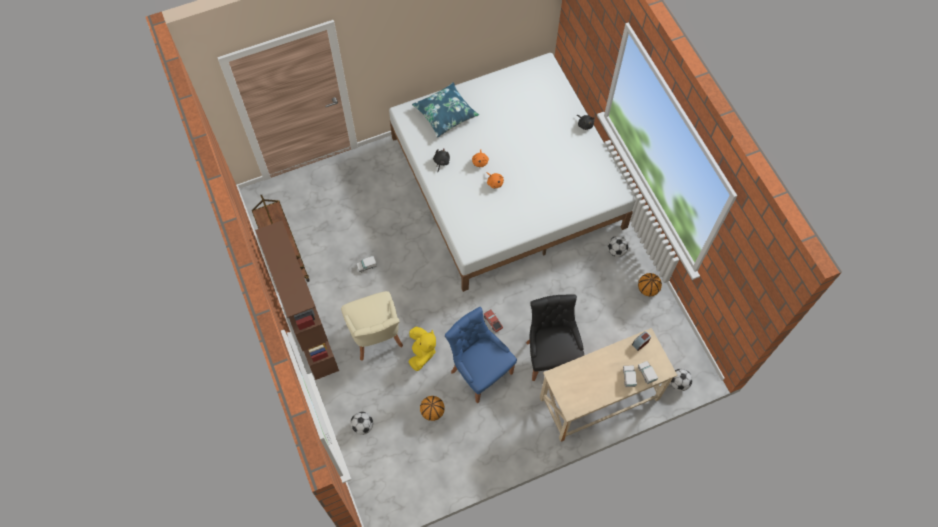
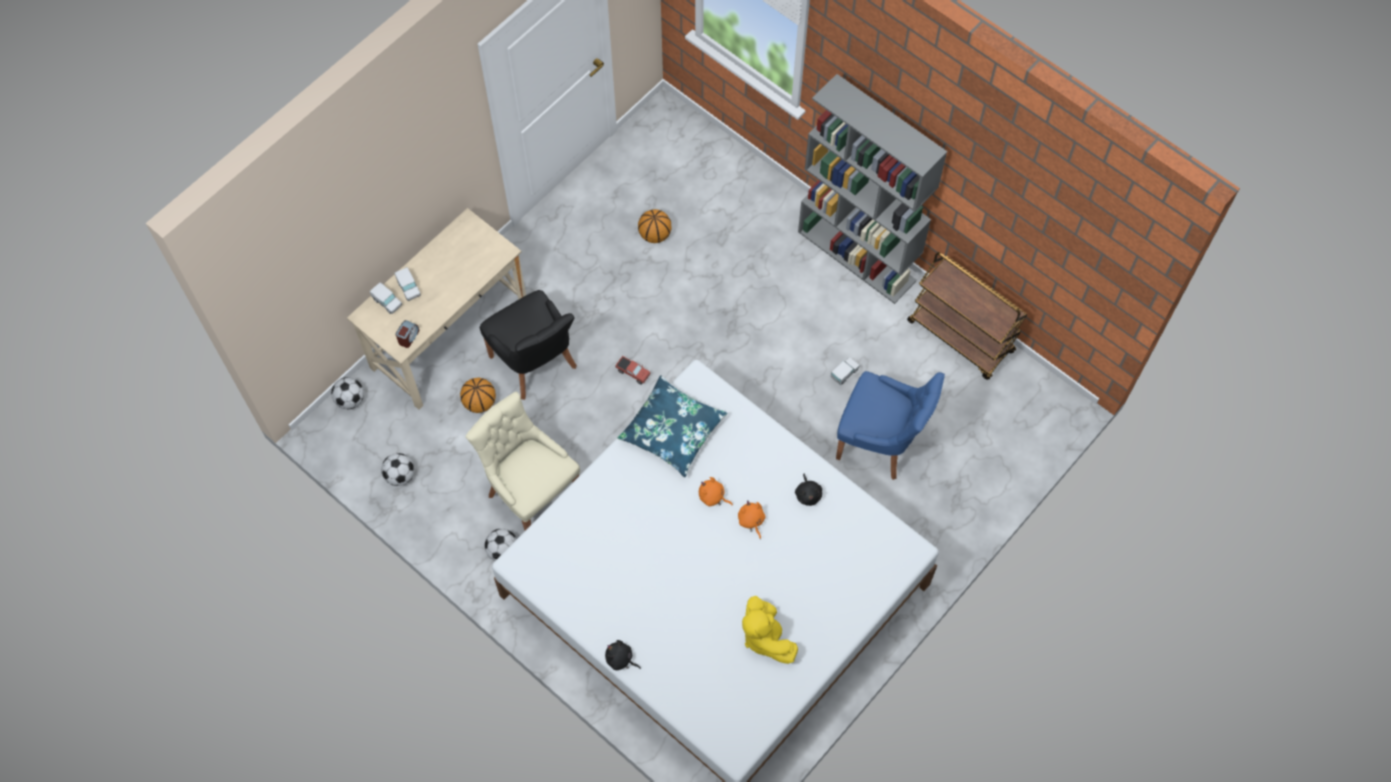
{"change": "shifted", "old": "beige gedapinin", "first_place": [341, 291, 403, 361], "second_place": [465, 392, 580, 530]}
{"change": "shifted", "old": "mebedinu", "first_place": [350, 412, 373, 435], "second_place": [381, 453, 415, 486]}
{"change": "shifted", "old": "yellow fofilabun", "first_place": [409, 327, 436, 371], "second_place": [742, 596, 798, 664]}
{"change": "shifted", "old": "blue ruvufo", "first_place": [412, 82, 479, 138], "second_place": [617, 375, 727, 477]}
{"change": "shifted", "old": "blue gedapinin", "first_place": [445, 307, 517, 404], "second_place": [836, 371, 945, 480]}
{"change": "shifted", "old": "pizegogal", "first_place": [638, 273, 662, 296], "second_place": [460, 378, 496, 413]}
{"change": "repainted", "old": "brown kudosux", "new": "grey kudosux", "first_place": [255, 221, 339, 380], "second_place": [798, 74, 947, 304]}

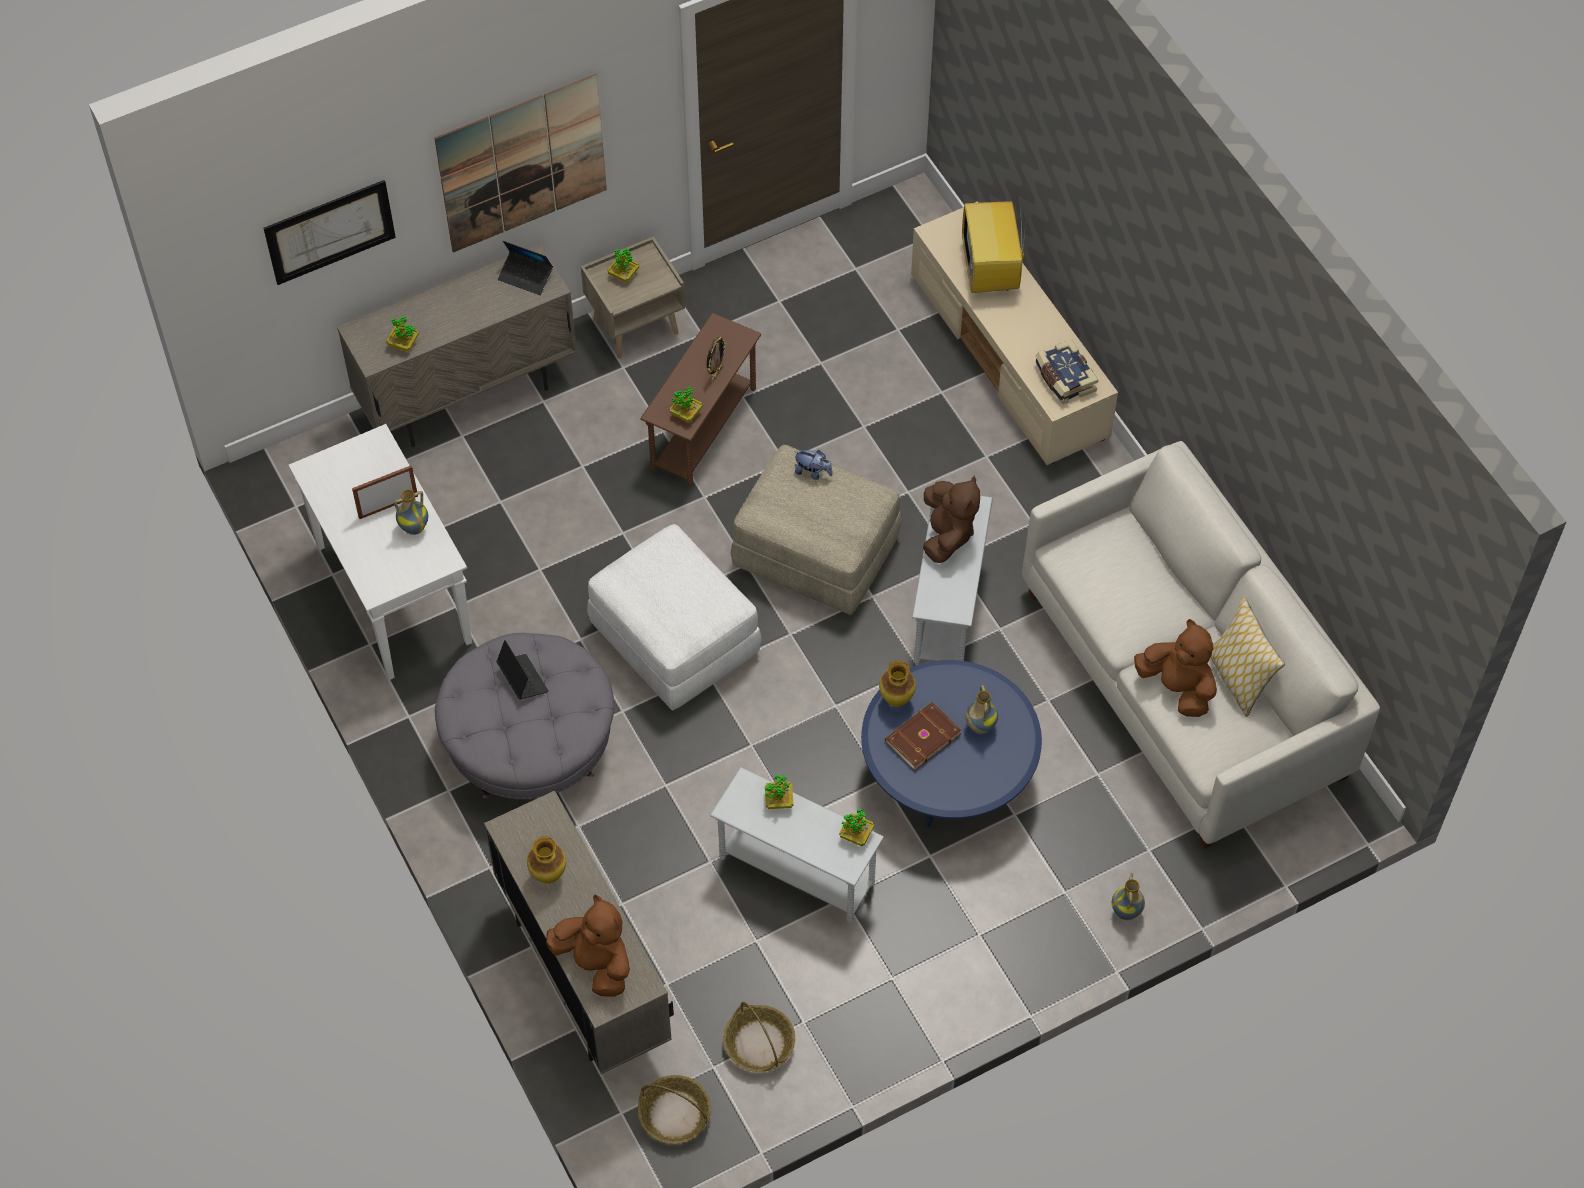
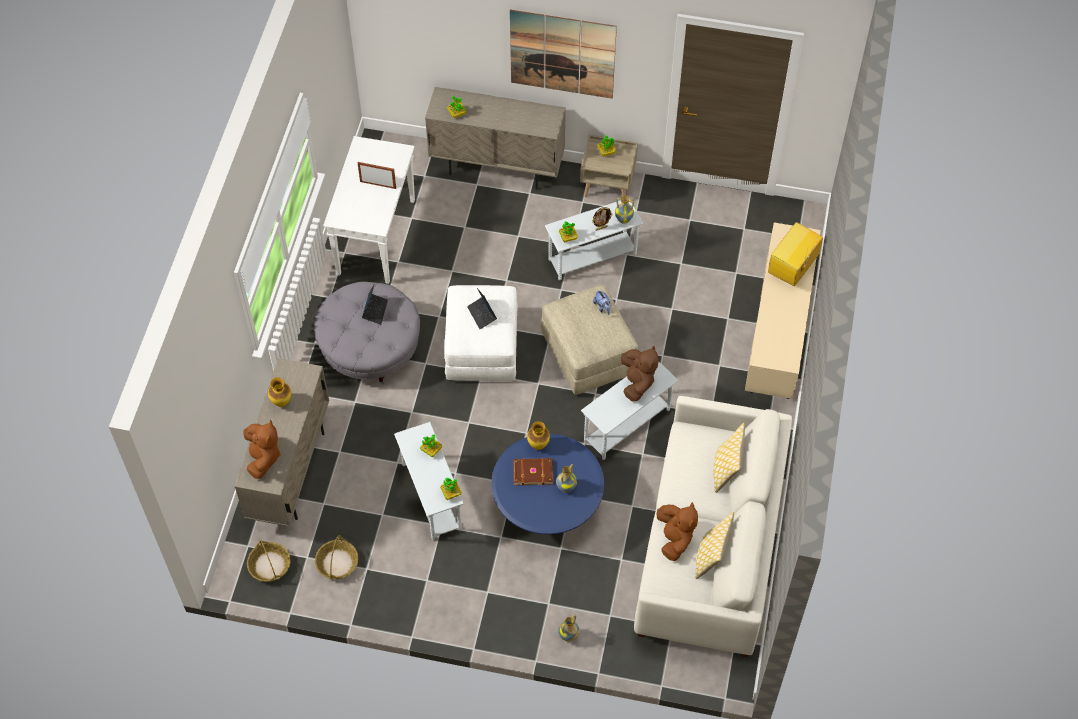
{"change": "gone", "old": "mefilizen", "first_place": [263, 180, 396, 285]}
{"change": "gone", "old": "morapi", "first_place": [1035, 339, 1098, 404]}
{"change": "new", "new": "ruvufo", "second_place": [713, 423, 745, 493]}
{"change": "shifted", "old": "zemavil", "first_place": [394, 489, 428, 535], "second_place": [615, 196, 634, 224]}
{"change": "shifted", "old": "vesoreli", "first_place": [498, 241, 553, 295], "second_place": [467, 288, 497, 329]}
{"change": "repainted", "old": "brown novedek", "new": "white novedek", "first_place": [640, 313, 761, 486], "second_place": [545, 199, 643, 281]}
{"change": "rotated", "old": "brown fofilabun", "first_place": [923, 476, 980, 563], "second_place": [621, 346, 658, 402], "degrees": -45}

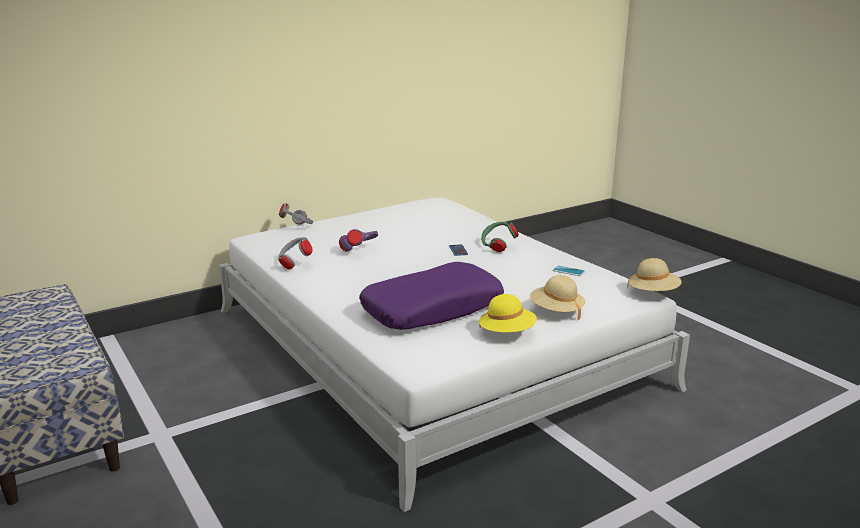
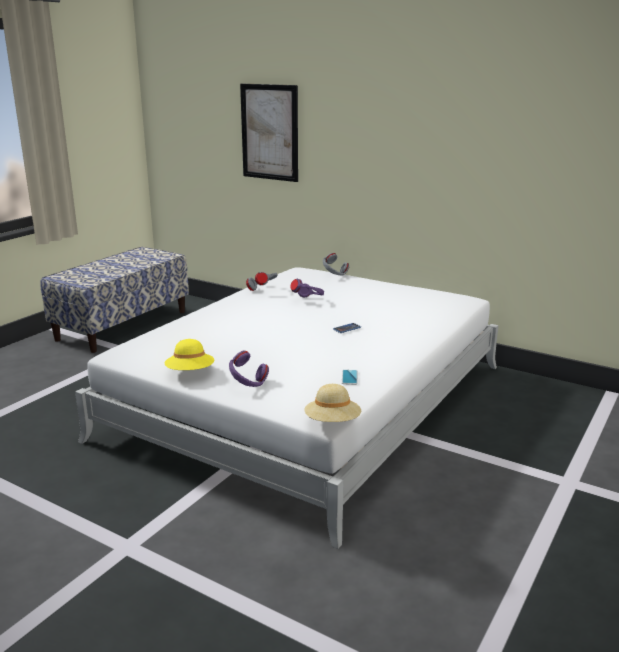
{"change": "gone", "old": "purple ruvufo", "first_place": [359, 262, 504, 330]}
{"change": "gone", "old": "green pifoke", "first_place": [481, 222, 519, 252]}
{"change": "new", "new": "mefilizen", "second_place": [240, 83, 298, 182]}
{"change": "swapped", "old": "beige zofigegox", "new": "purple pifoke", "first_place": [530, 275, 585, 320], "second_place": [229, 351, 269, 387]}

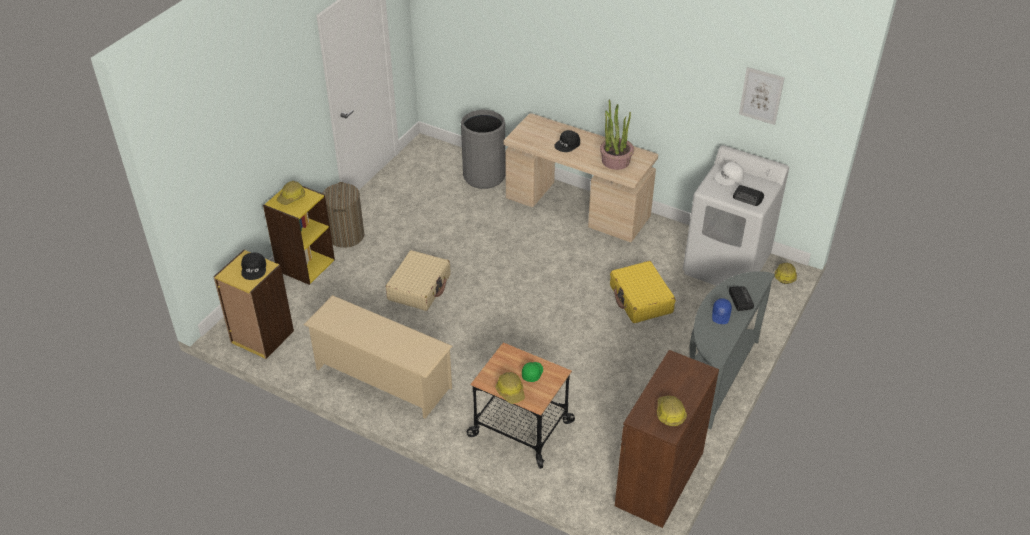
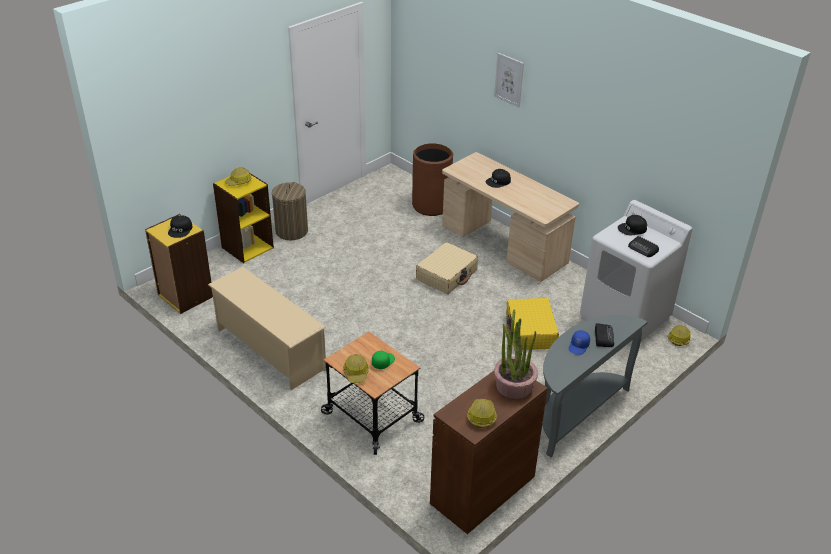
{"change": "shifted", "old": "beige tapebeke", "first_place": [386, 250, 451, 311], "second_place": [416, 242, 478, 294]}
{"change": "shifted", "old": "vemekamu", "first_place": [600, 99, 634, 170], "second_place": [494, 309, 538, 399]}
{"change": "shifted", "old": "mefilizen", "first_place": [739, 67, 784, 125], "second_place": [494, 53, 524, 107]}
{"change": "repainted", "old": "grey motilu", "new": "brown motilu", "first_place": [461, 110, 506, 189], "second_place": [412, 144, 453, 216]}
{"change": "repainted", "old": "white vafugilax", "new": "black vafugilax", "first_place": [715, 162, 744, 185], "second_place": [618, 215, 647, 235]}

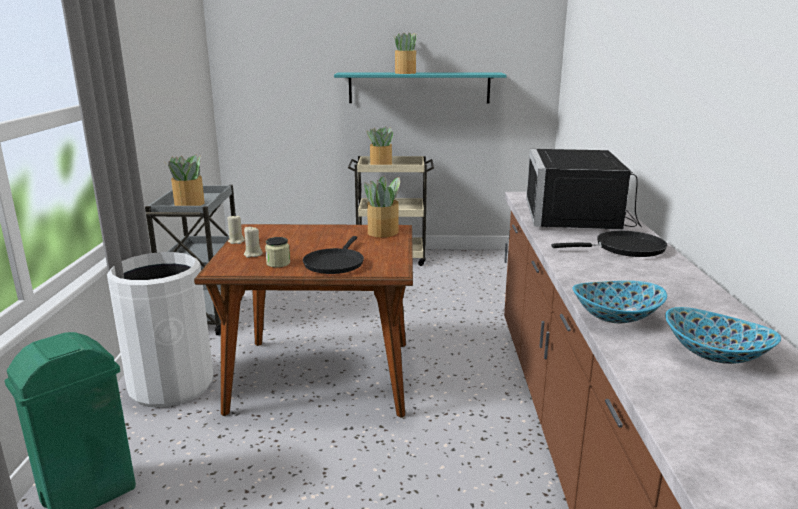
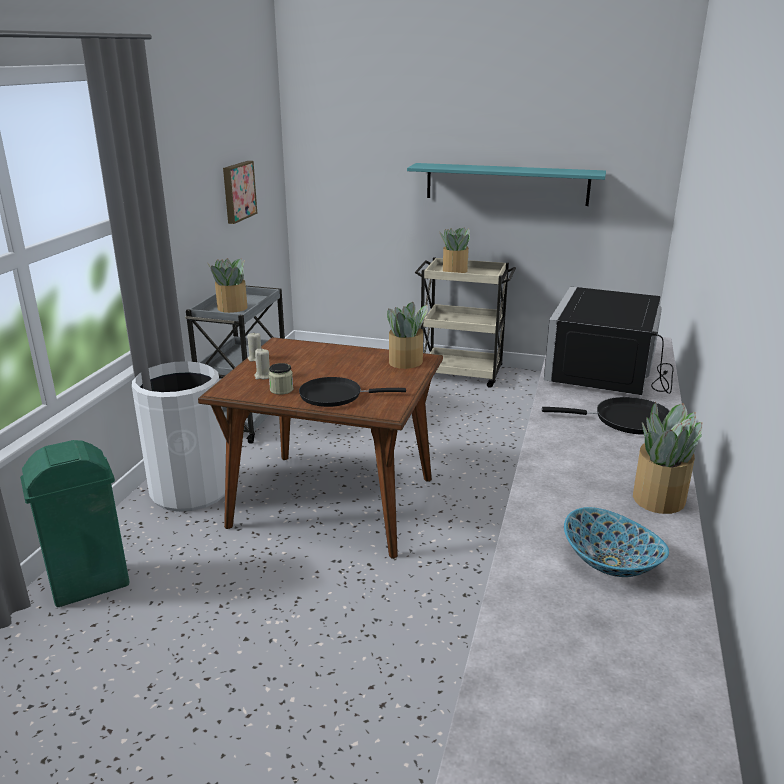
{"change": "gone", "old": "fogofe", "first_place": [573, 281, 667, 323]}
{"change": "new", "new": "mefilizen", "second_place": [223, 161, 257, 224]}
{"change": "shifted", "old": "vemekamu", "first_place": [393, 33, 417, 74], "second_place": [633, 402, 703, 514]}
{"change": "rotated", "old": "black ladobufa", "first_place": [303, 236, 364, 274], "second_place": [299, 377, 406, 407], "degrees": 60}

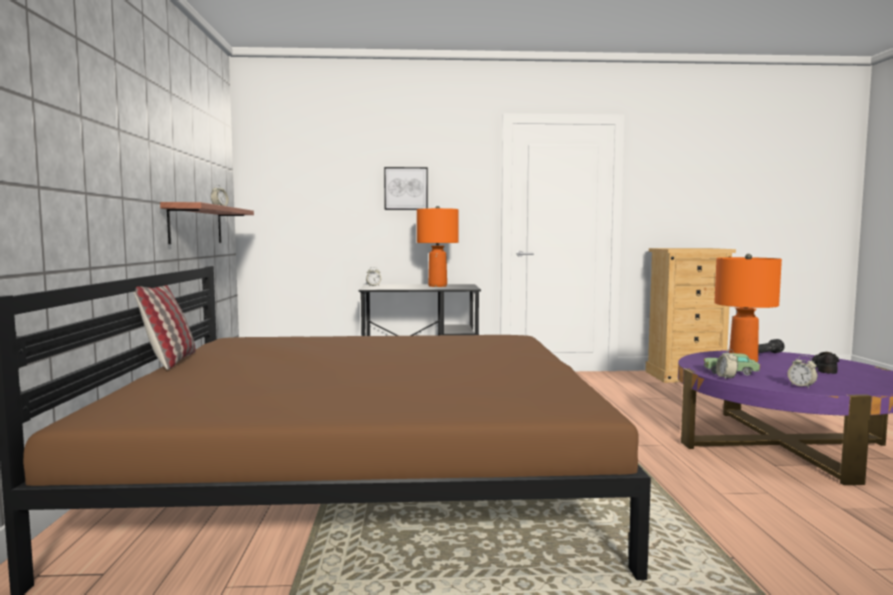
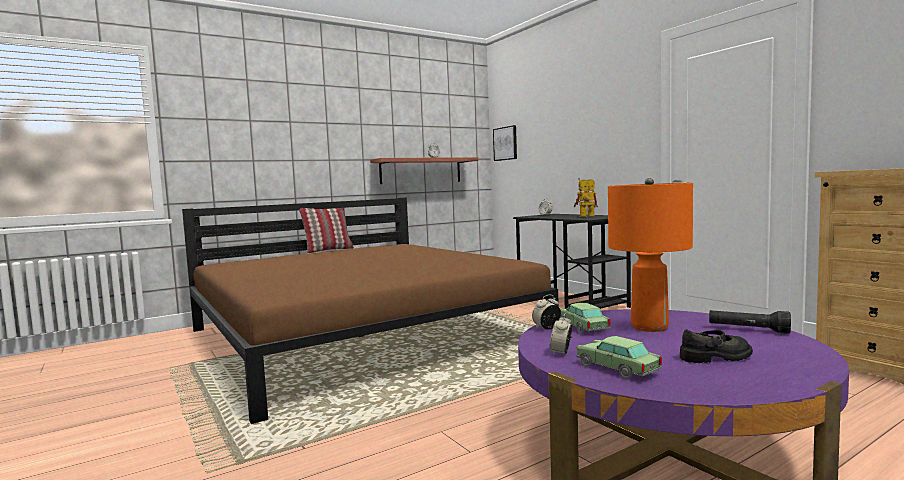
{"change": "new", "new": "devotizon", "second_place": [576, 336, 662, 379]}
{"change": "shifted", "old": "mefilizen", "first_place": [384, 167, 428, 210], "second_place": [493, 125, 517, 161]}
{"change": "swapped", "old": "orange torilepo", "new": "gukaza", "first_place": [417, 206, 459, 287], "second_place": [574, 178, 598, 217]}

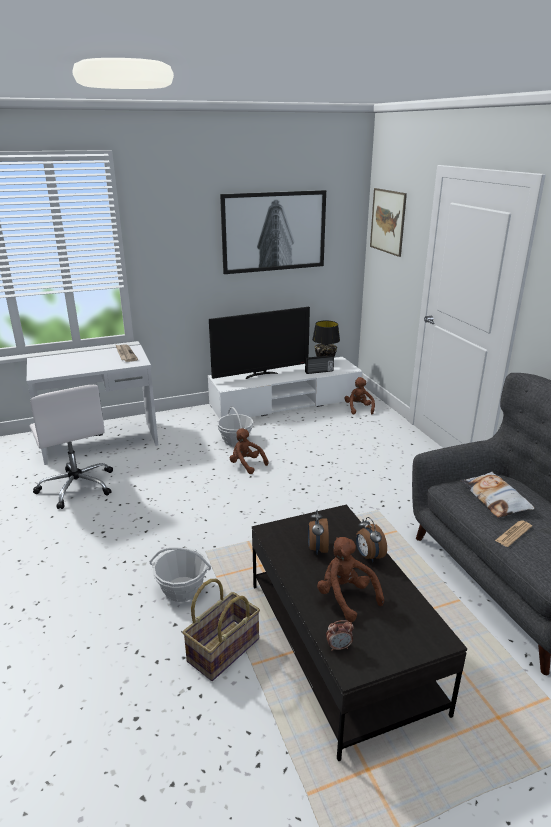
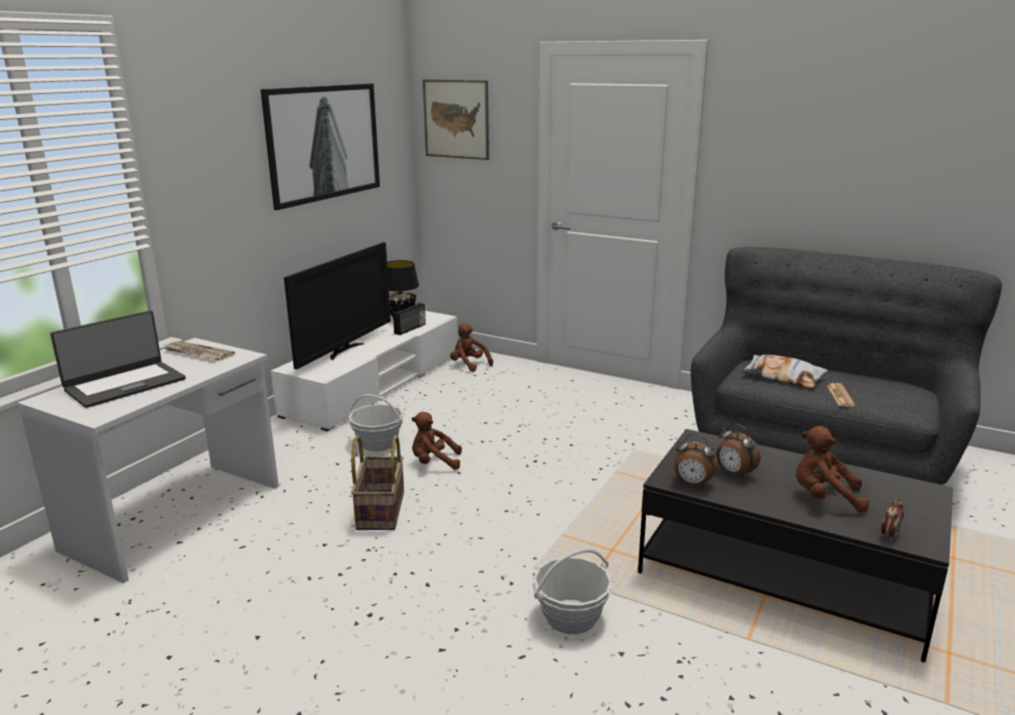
{"change": "gone", "old": "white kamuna", "first_place": [30, 385, 113, 509]}
{"change": "new", "new": "vesoreli", "second_place": [50, 310, 186, 408]}
{"change": "shifted", "old": "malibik", "first_place": [183, 579, 260, 681], "second_place": [351, 435, 404, 530]}
{"change": "shifted", "old": "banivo", "first_place": [356, 517, 387, 562], "second_place": [674, 434, 718, 488]}

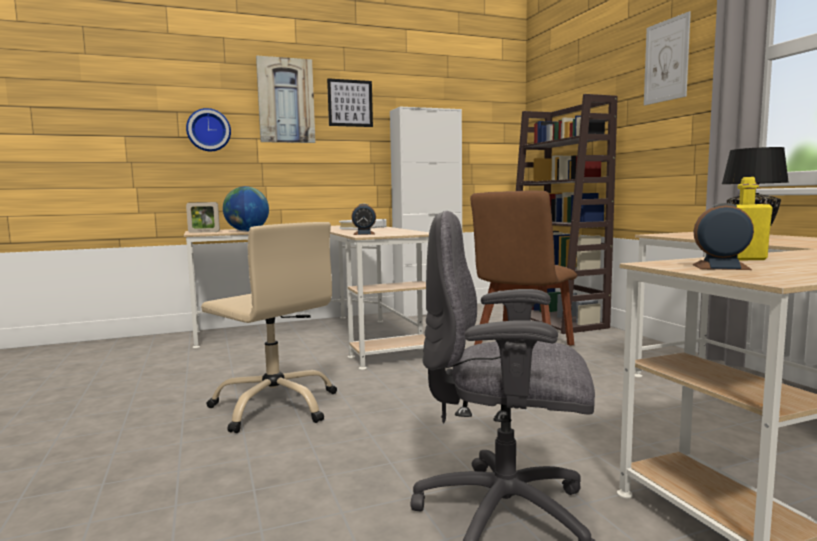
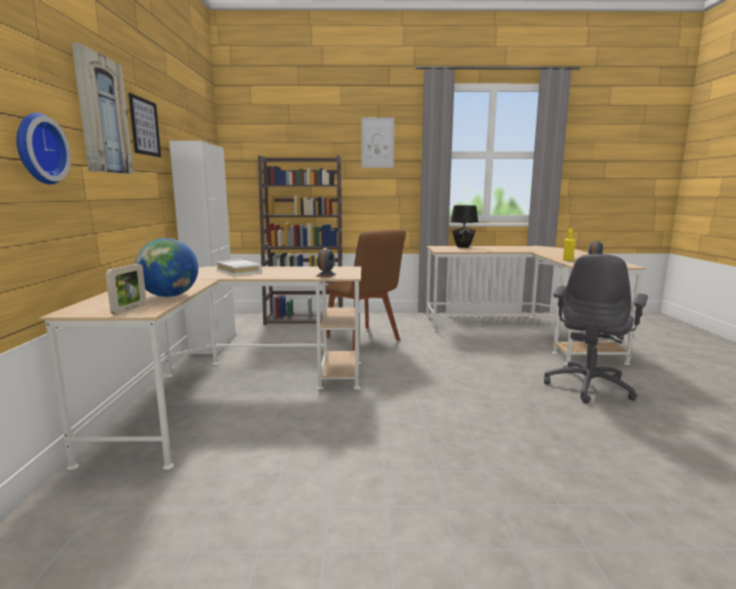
{"change": "gone", "old": "beige kamuna", "first_place": [201, 222, 337, 433]}

